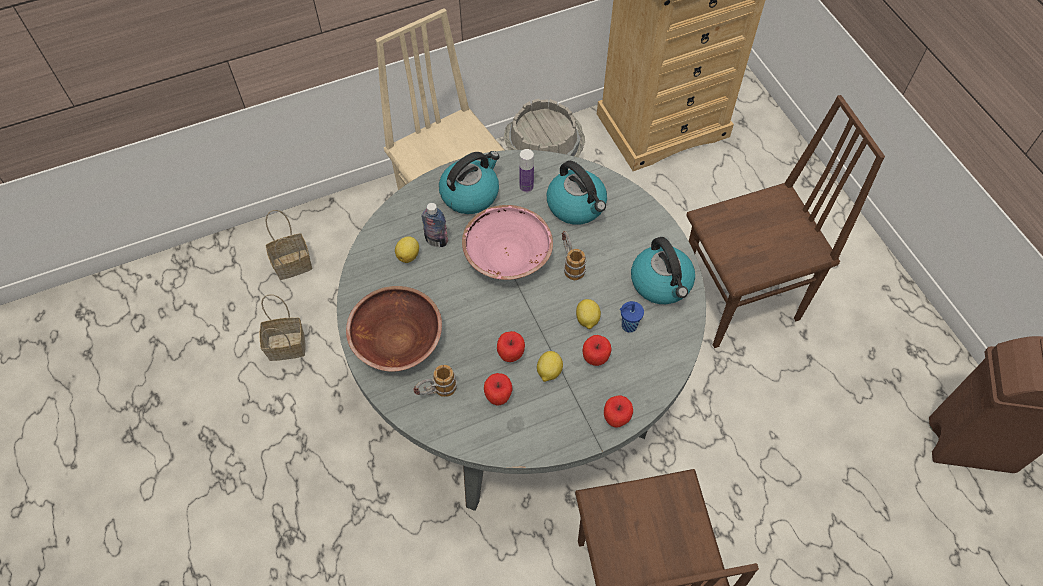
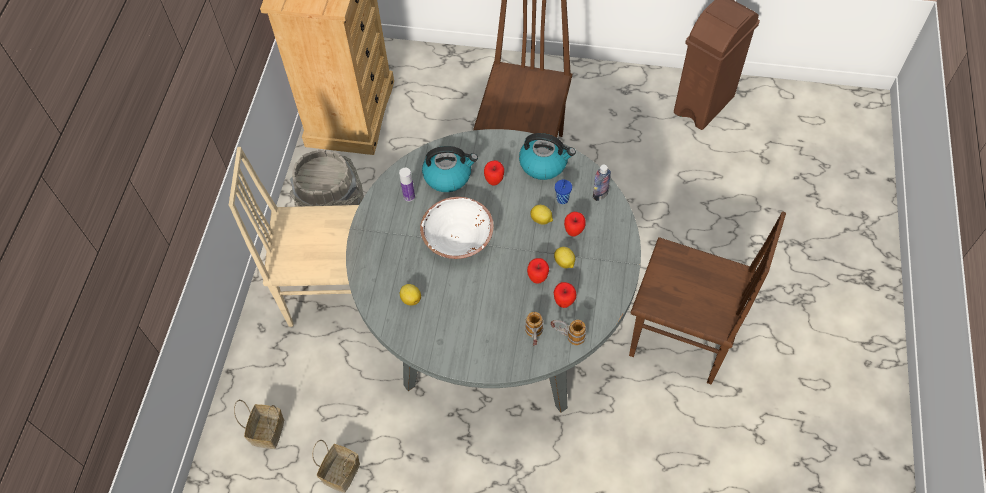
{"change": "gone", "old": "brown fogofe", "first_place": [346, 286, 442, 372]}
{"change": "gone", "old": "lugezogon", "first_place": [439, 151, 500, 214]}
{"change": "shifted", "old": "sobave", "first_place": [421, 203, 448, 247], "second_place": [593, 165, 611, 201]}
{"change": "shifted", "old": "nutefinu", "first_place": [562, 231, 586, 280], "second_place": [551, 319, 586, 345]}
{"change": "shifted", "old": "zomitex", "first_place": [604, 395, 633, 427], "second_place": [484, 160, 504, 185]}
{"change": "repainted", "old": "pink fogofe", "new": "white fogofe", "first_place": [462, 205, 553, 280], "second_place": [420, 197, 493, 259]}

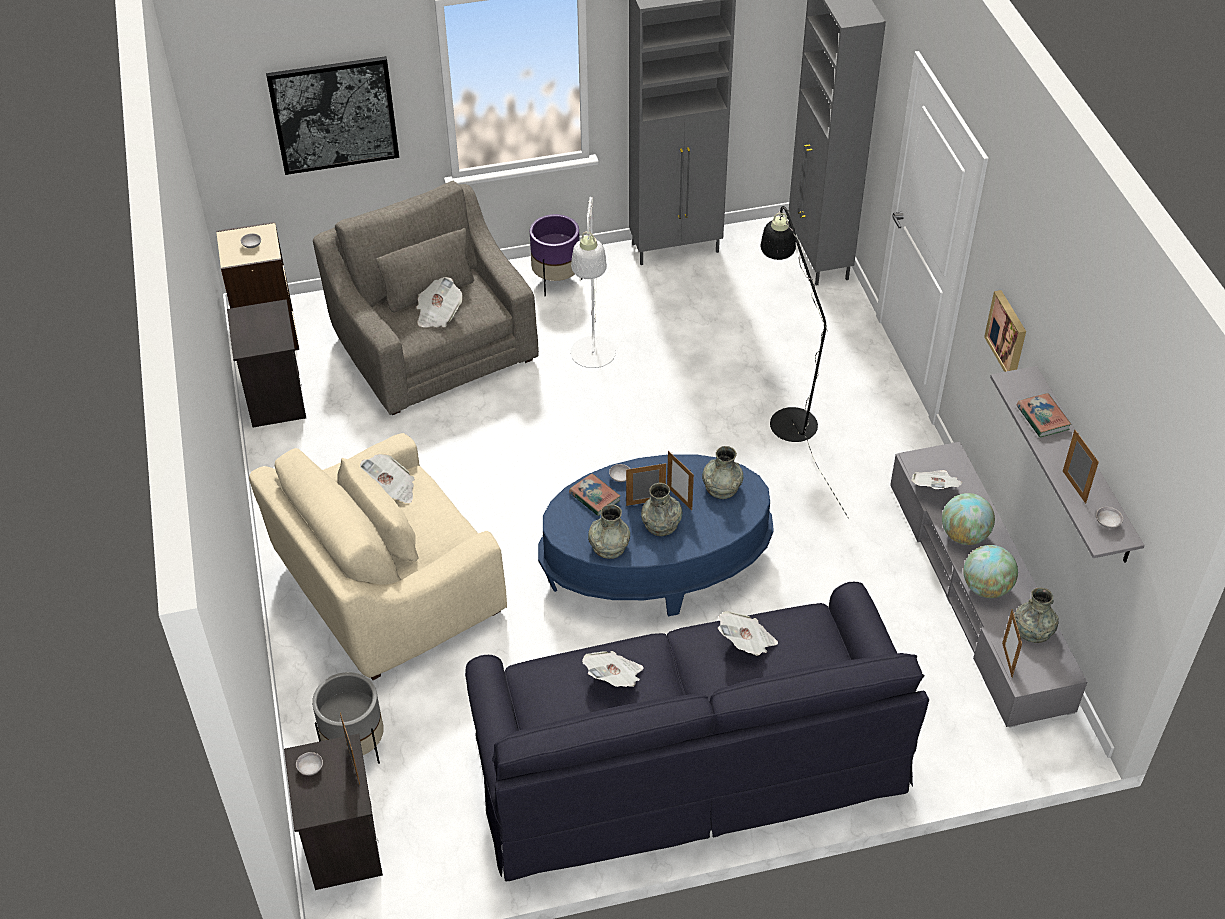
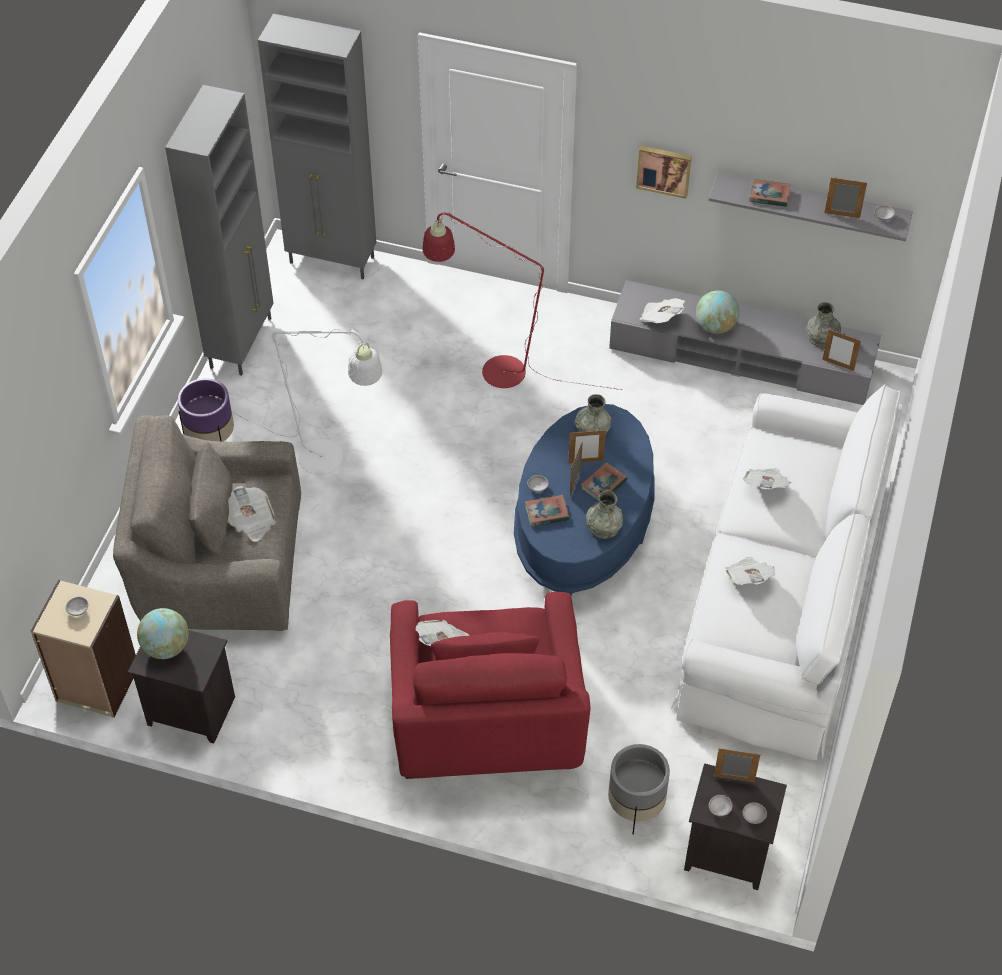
{"change": "gone", "old": "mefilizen", "first_place": [266, 56, 399, 175]}
{"change": "new", "new": "grey fogofe", "second_place": [743, 802, 767, 824]}
{"change": "shifted", "old": "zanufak", "first_place": [963, 545, 1018, 598], "second_place": [137, 608, 189, 659]}
{"change": "swapped", "old": "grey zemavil", "new": "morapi", "first_place": [641, 483, 682, 536], "second_place": [581, 462, 627, 501]}
{"change": "repainted", "old": "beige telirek", "new": "red telirek", "first_place": [249, 433, 507, 680], "second_place": [390, 592, 590, 779]}
{"change": "repainted", "old": "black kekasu", "new": "white kekasu", "first_place": [465, 582, 929, 881], "second_place": [671, 384, 903, 760]}
{"change": "repainted", "old": "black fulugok", "new": "red fulugok", "first_place": [761, 206, 849, 519], "second_place": [423, 212, 622, 390]}

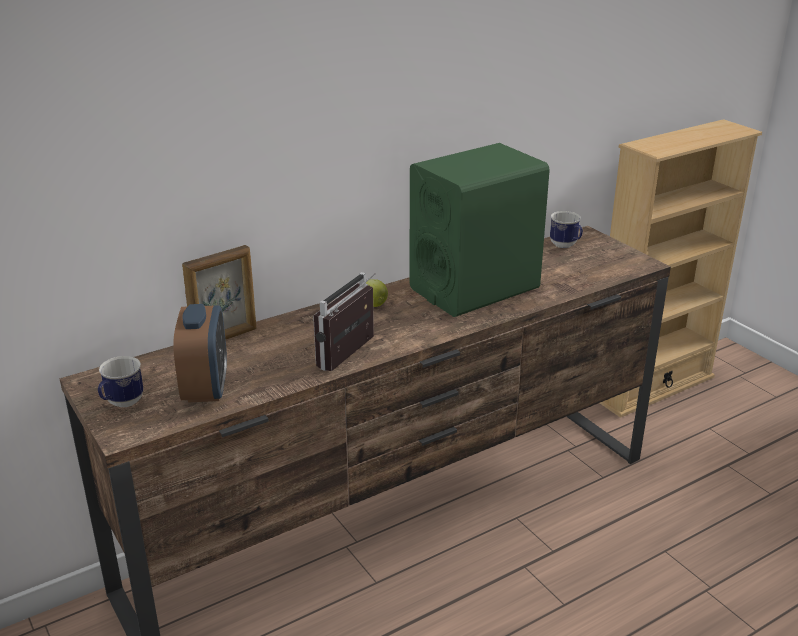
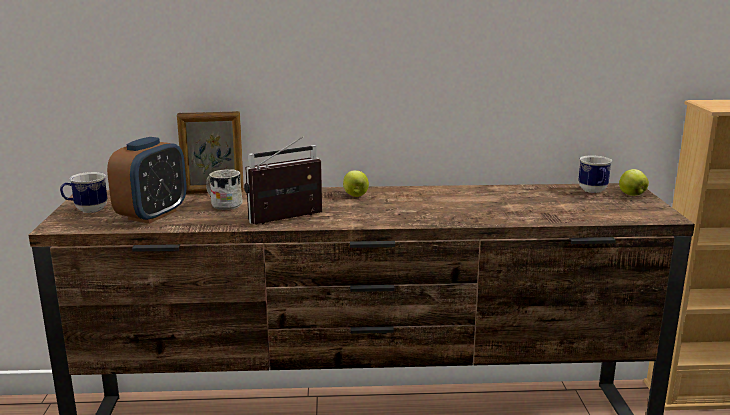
{"change": "gone", "old": "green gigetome", "first_place": [409, 143, 550, 317]}
{"change": "new", "new": "white nutefinu", "second_place": [206, 169, 243, 210]}
{"change": "new", "new": "zomitex", "second_place": [619, 169, 649, 196]}

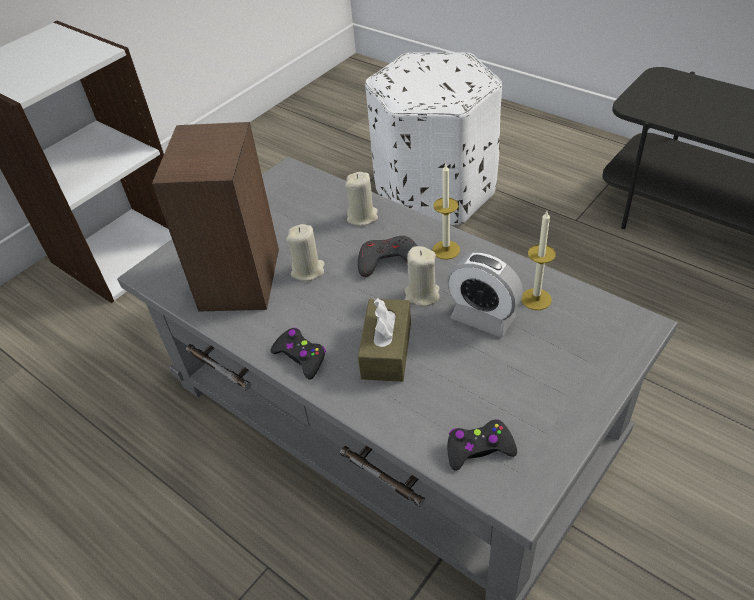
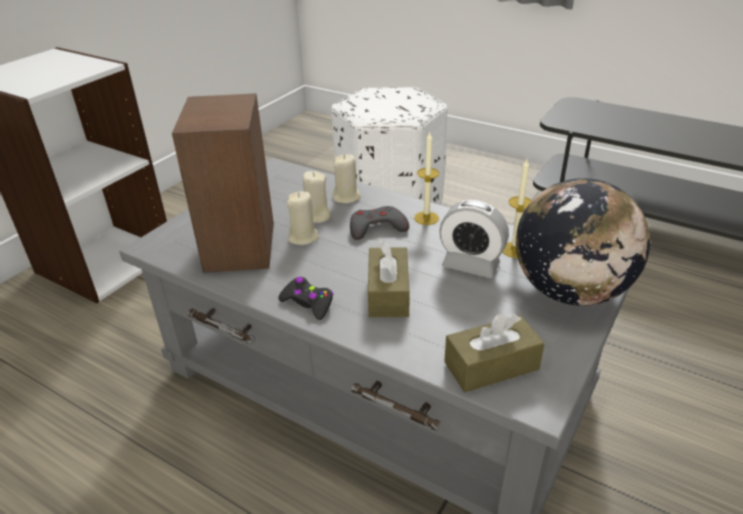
{"change": "new", "new": "zanufak", "second_place": [516, 178, 650, 306]}
{"change": "shifted", "old": "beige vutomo", "first_place": [405, 246, 440, 307], "second_place": [303, 171, 331, 223]}
{"change": "swapped", "old": "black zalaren", "new": "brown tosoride", "first_place": [447, 419, 517, 470], "second_place": [444, 313, 545, 392]}

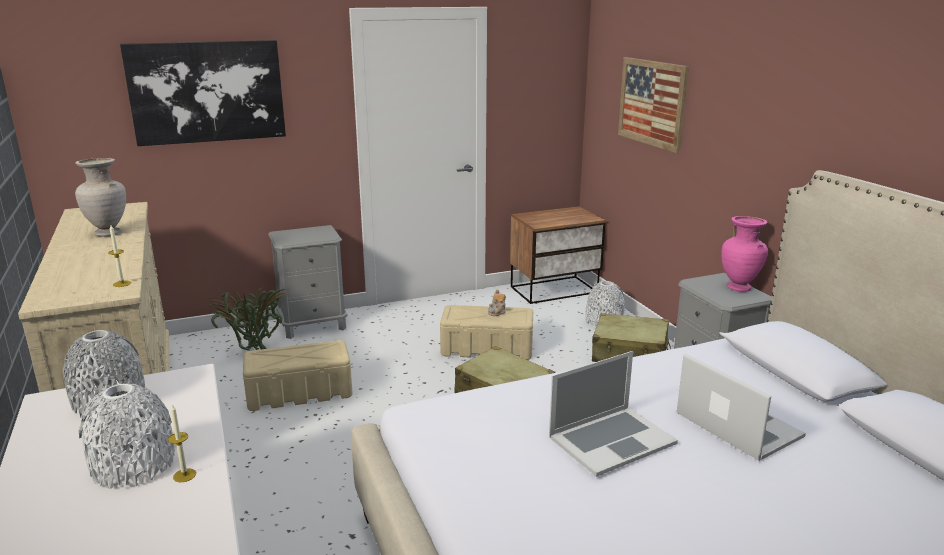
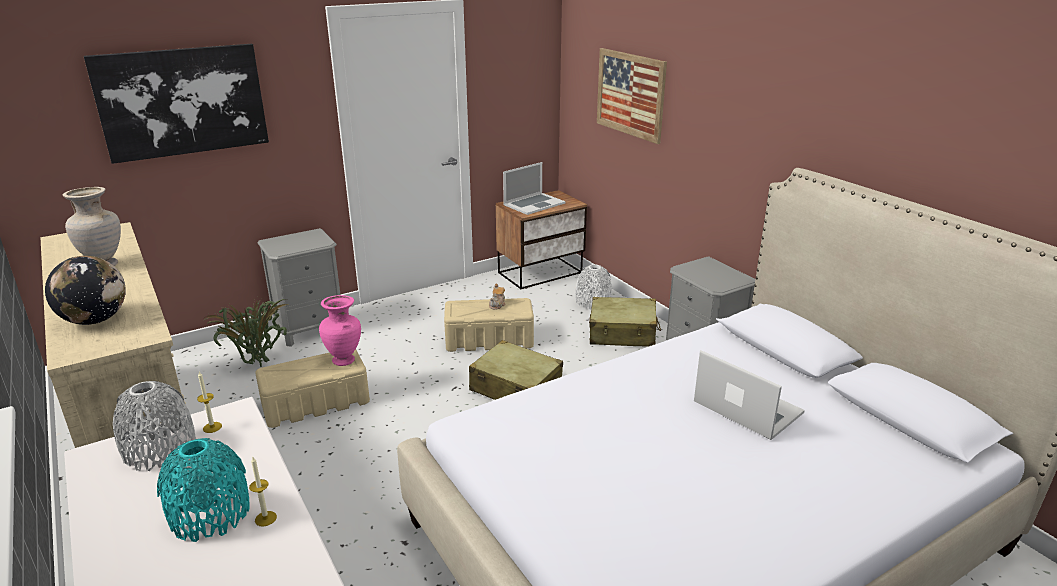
{"change": "new", "new": "zanufak", "second_place": [45, 256, 126, 325]}
{"change": "shifted", "old": "vutomo", "first_place": [108, 225, 131, 287], "second_place": [197, 372, 222, 433]}
{"change": "shifted", "old": "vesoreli", "first_place": [549, 351, 678, 477], "second_place": [503, 162, 565, 215]}
{"change": "shifted", "old": "pink zemavil", "first_place": [721, 216, 768, 292], "second_place": [319, 295, 361, 366]}
{"change": "repainted", "old": "white zemavil", "new": "turquoise zemavil", "first_place": [78, 384, 175, 489], "second_place": [157, 438, 250, 542]}

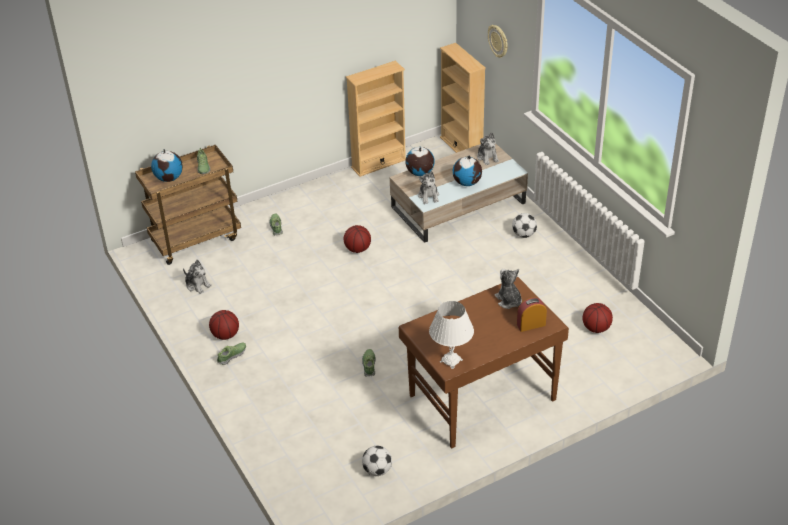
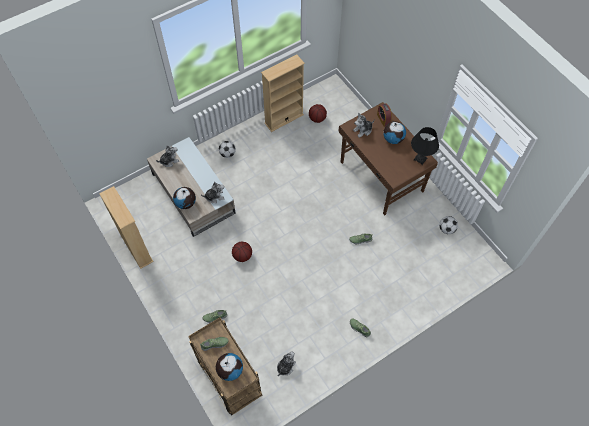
{"change": "gone", "old": "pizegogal", "first_place": [209, 310, 239, 340]}
{"change": "gone", "old": "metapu", "first_place": [488, 25, 508, 58]}
{"change": "shifted", "old": "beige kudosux", "first_place": [440, 43, 486, 153], "second_place": [261, 55, 305, 132]}
{"change": "shifted", "old": "zanufak", "first_place": [453, 155, 482, 186], "second_place": [383, 121, 406, 144]}
{"change": "repainted", "old": "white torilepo", "new": "black torilepo", "first_place": [429, 301, 474, 369], "second_place": [411, 127, 439, 165]}

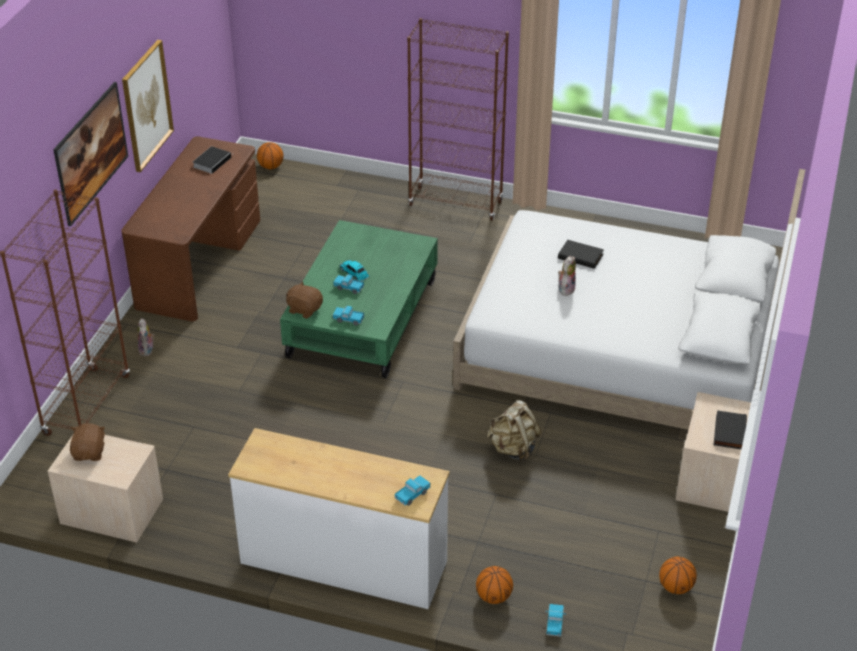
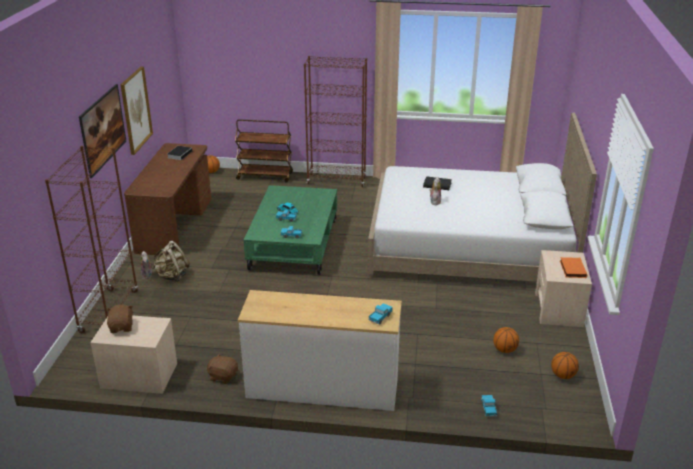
{"change": "new", "new": "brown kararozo", "second_place": [235, 119, 293, 183]}
{"change": "shifted", "old": "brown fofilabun", "first_place": [286, 281, 323, 319], "second_place": [206, 353, 238, 384]}
{"change": "shifted", "old": "pizegogal", "first_place": [476, 566, 513, 604], "second_place": [493, 327, 519, 353]}
{"change": "shifted", "old": "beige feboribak", "first_place": [487, 400, 541, 462], "second_place": [152, 241, 190, 282]}
{"change": "repainted", "old": "black morapi", "new": "orange morapi", "first_place": [714, 410, 747, 449], "second_place": [560, 257, 587, 278]}

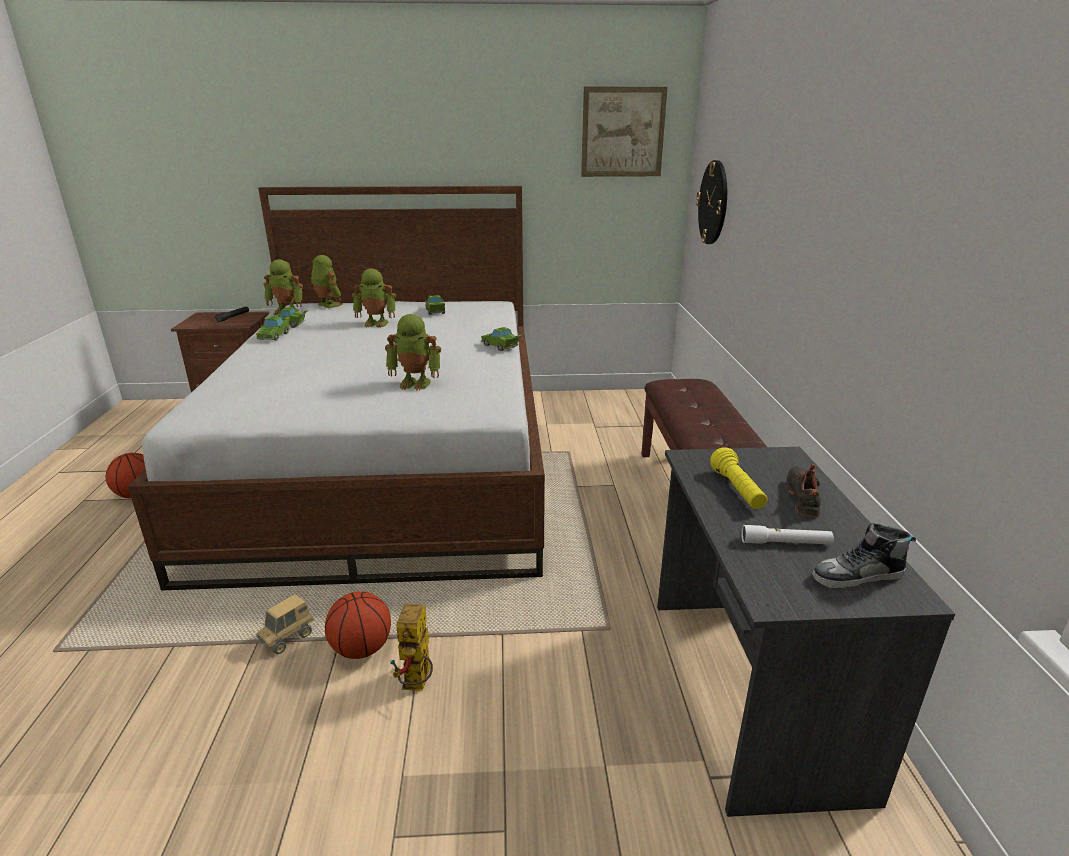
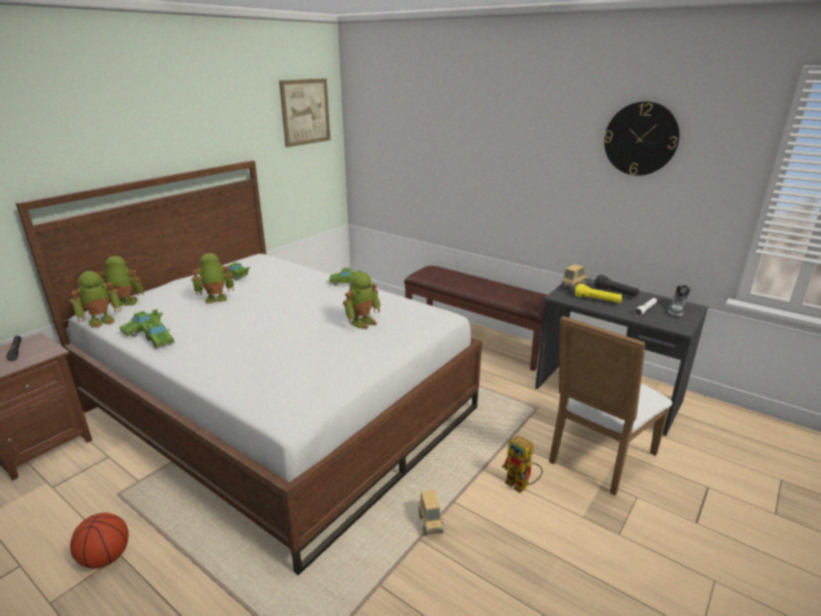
{"change": "gone", "old": "pizegogal", "first_place": [325, 591, 391, 659]}
{"change": "new", "new": "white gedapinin", "second_place": [549, 316, 672, 496]}
{"change": "new", "new": "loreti", "second_place": [561, 264, 588, 292]}
{"change": "shifted", "old": "metapu", "first_place": [696, 160, 727, 244], "second_place": [604, 101, 679, 176]}
{"change": "swapped", "old": "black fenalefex", "new": "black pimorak", "first_place": [786, 464, 821, 517], "second_place": [595, 275, 639, 297]}
{"change": "rotated", "old": "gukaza", "first_place": [352, 268, 396, 328], "second_place": [191, 253, 234, 303], "degrees": -150}

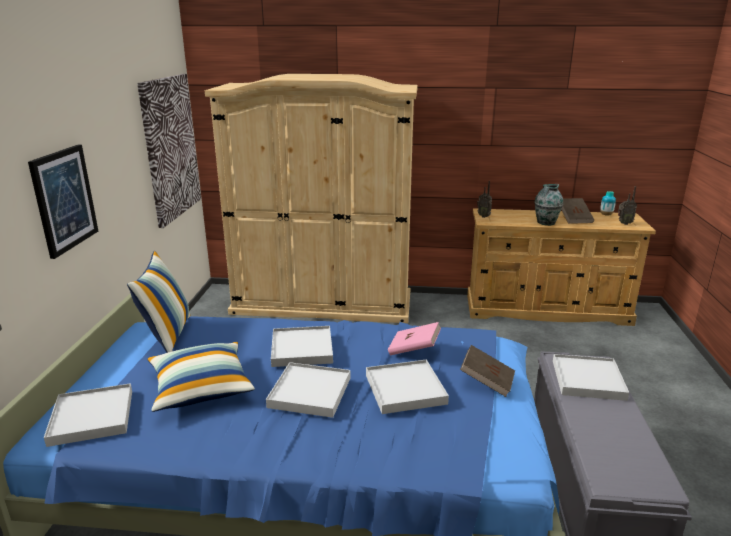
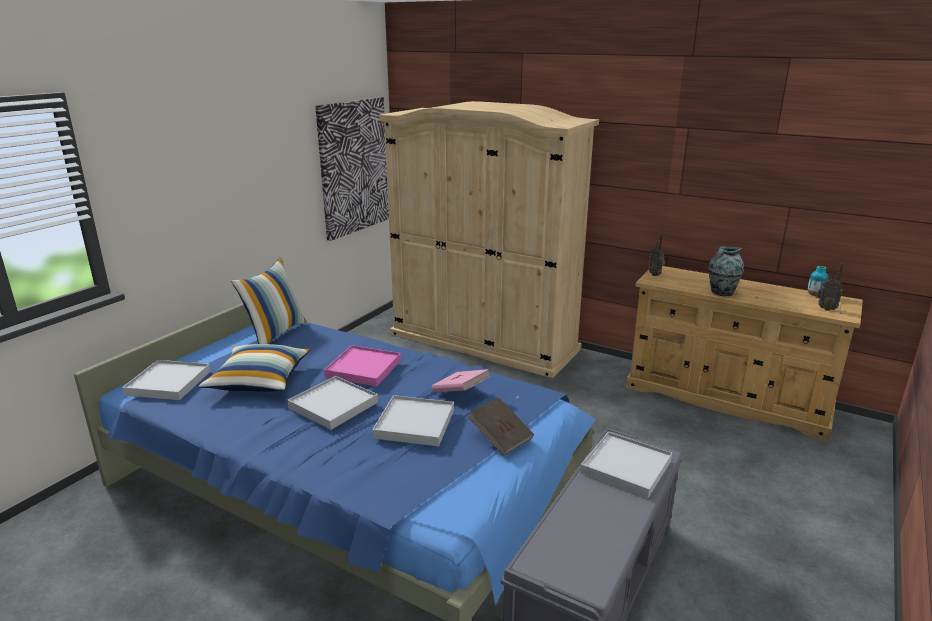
{"change": "gone", "old": "mefilizen", "first_place": [28, 145, 98, 259]}
{"change": "gone", "old": "brown morapi", "first_place": [561, 198, 594, 224]}
{"change": "repainted", "old": "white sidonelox", "new": "pink sidonelox", "first_place": [271, 326, 333, 367], "second_place": [324, 345, 401, 387]}

